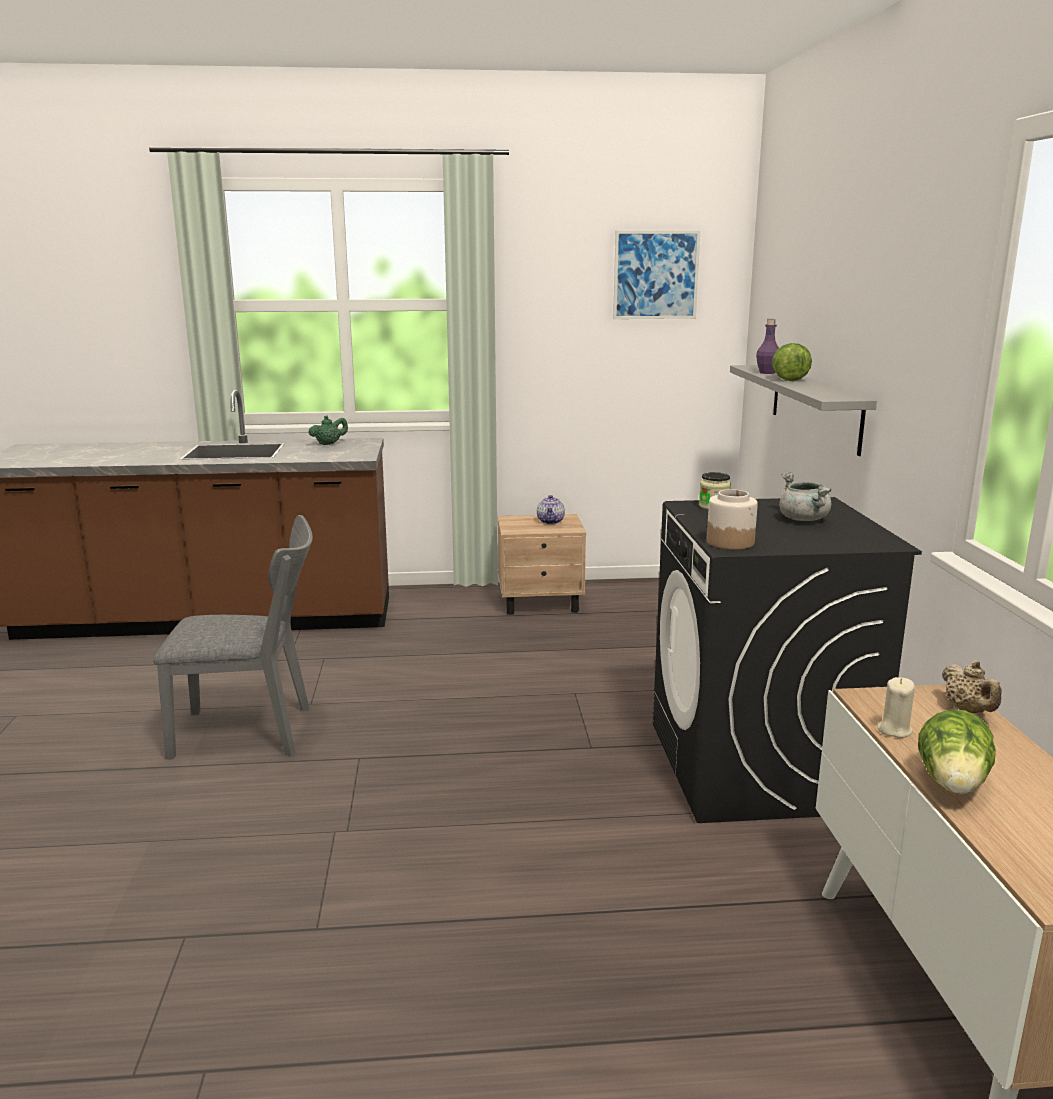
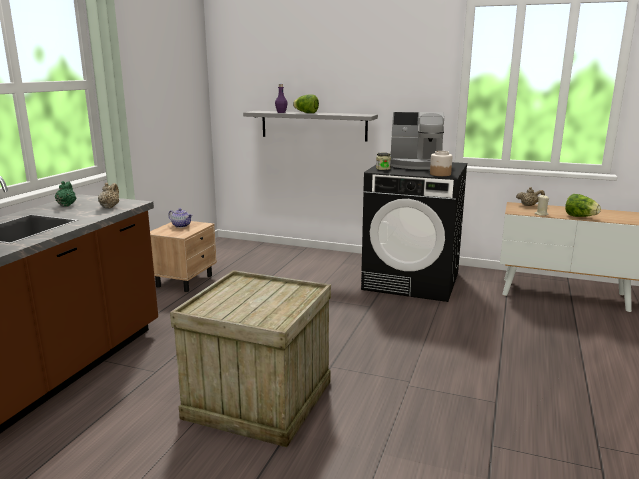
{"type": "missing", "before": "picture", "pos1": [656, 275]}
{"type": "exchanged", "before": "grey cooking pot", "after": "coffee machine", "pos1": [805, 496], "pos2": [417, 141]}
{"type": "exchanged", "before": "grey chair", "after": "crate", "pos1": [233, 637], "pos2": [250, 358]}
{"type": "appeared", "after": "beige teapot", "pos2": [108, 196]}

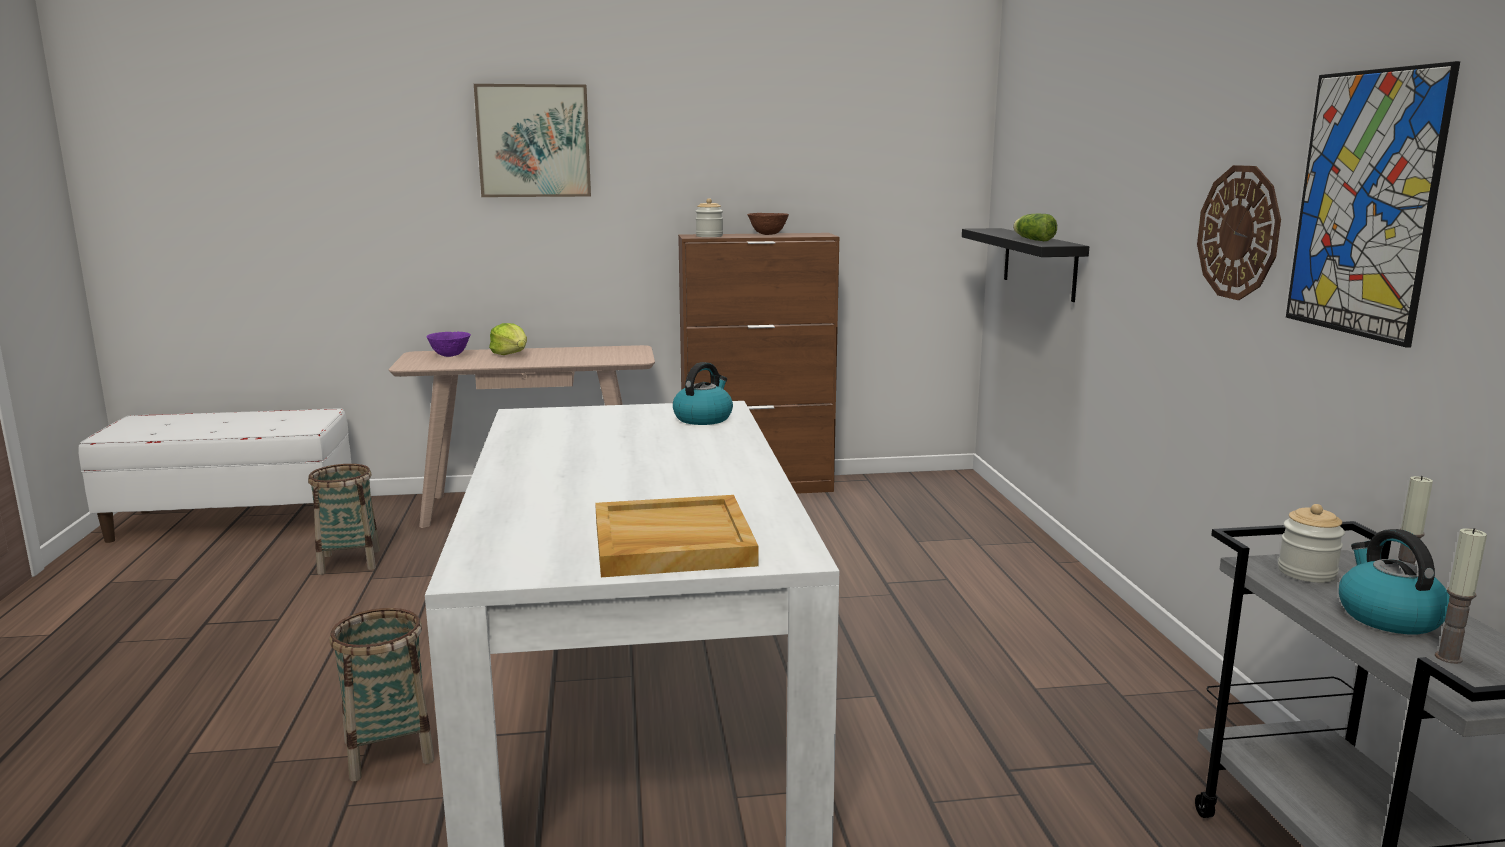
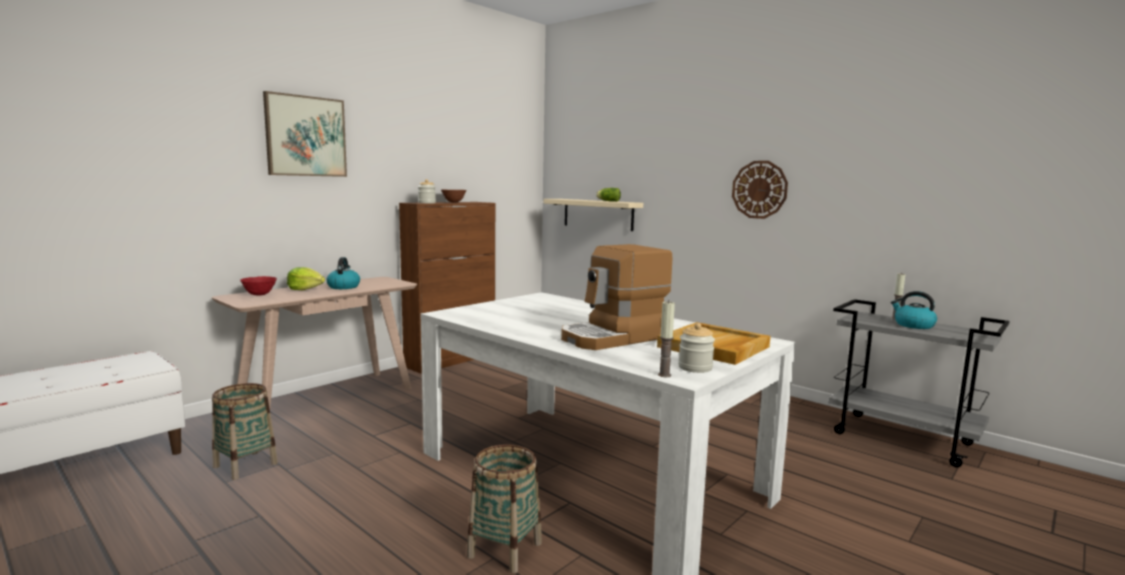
{"type": "missing", "before": "picture", "pos1": [1373, 204]}
{"type": "colour", "before": "black shelf", "after": "beige shelf", "pos1": [1025, 265], "pos2": [593, 215]}
{"type": "colour", "before": "purple bowl", "after": "red bowl", "pos1": [449, 344], "pos2": [258, 286]}
{"type": "relocated", "before": "kettle", "pos1": [703, 393], "pos2": [343, 273]}
{"type": "relocated", "before": "jar", "pos1": [1311, 543], "pos2": [696, 348]}
{"type": "relocated", "before": "candle", "pos1": [1461, 596], "pos2": [666, 339]}
{"type": "appeared", "after": "coffee machine", "pos2": [616, 297]}

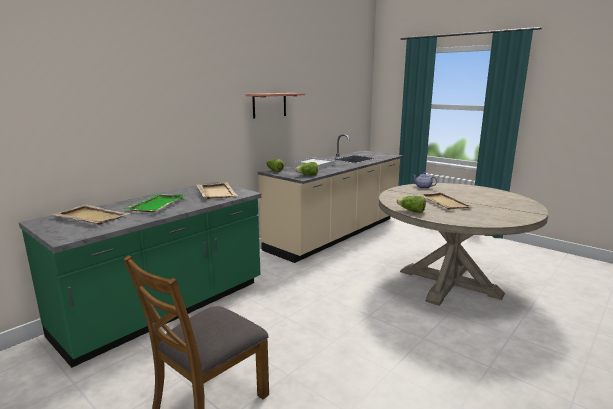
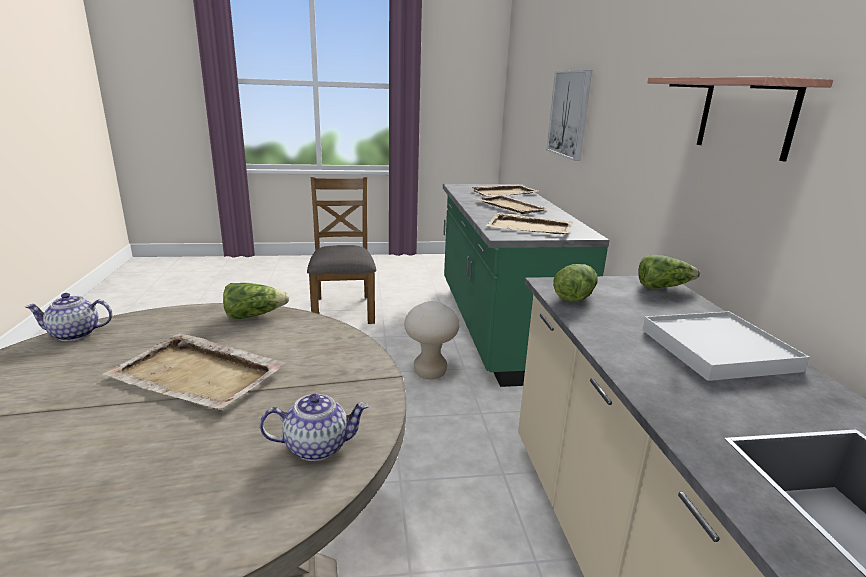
{"type": "colour", "before": "green tray", "after": "beige tray", "pos1": [154, 203], "pos2": [513, 204]}
{"type": "appeared", "after": "picture", "pos2": [569, 115]}
{"type": "appeared", "after": "teapot", "pos2": [68, 317]}
{"type": "appeared", "after": "beige stool", "pos2": [432, 340]}

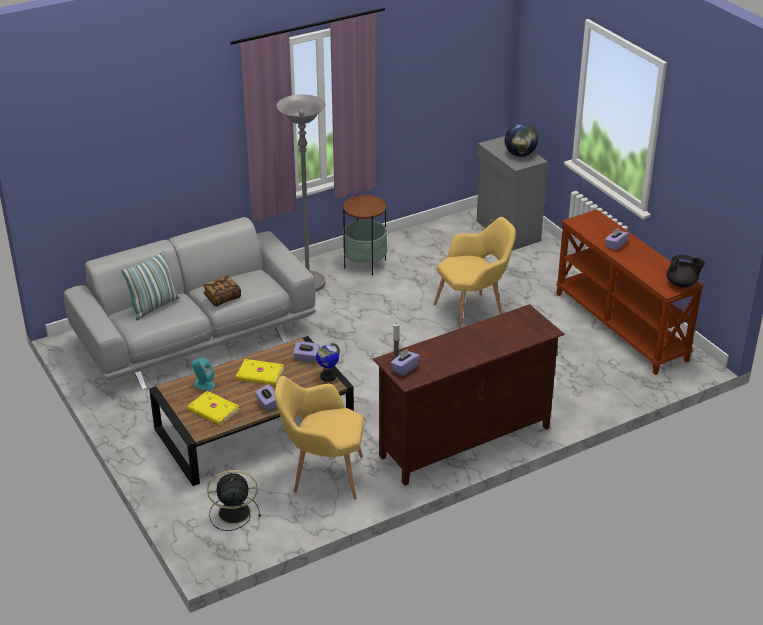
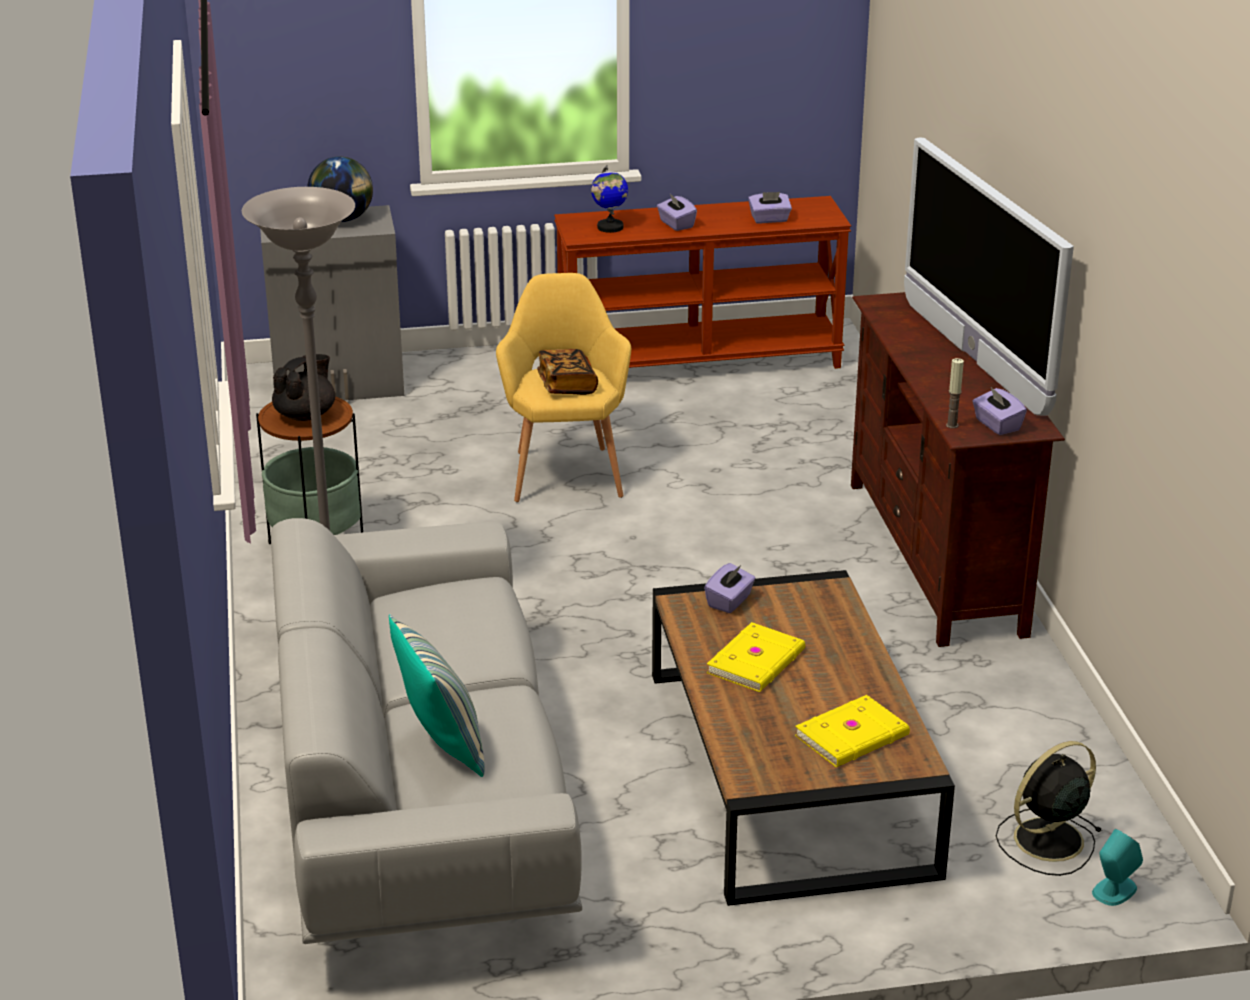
{"type": "relocated", "before": "black teapot", "pos1": [685, 271], "pos2": [303, 387]}
{"type": "relocated", "before": "book", "pos1": [222, 291], "pos2": [567, 372]}
{"type": "relocated", "before": "globe", "pos1": [328, 362], "pos2": [609, 199]}
{"type": "relocated", "before": "turquoise speaker", "pos1": [203, 374], "pos2": [1117, 867]}
{"type": "missing", "before": "yellow armchair", "pos1": [319, 438]}
{"type": "relocated", "before": "purple tissue box", "pos1": [266, 397], "pos2": [770, 207]}
{"type": "spun", "before": "black fan", "pos1": [234, 500], "pos2": [1049, 808], "turn": 45}
{"type": "appeared", "after": "television", "pos2": [989, 277]}

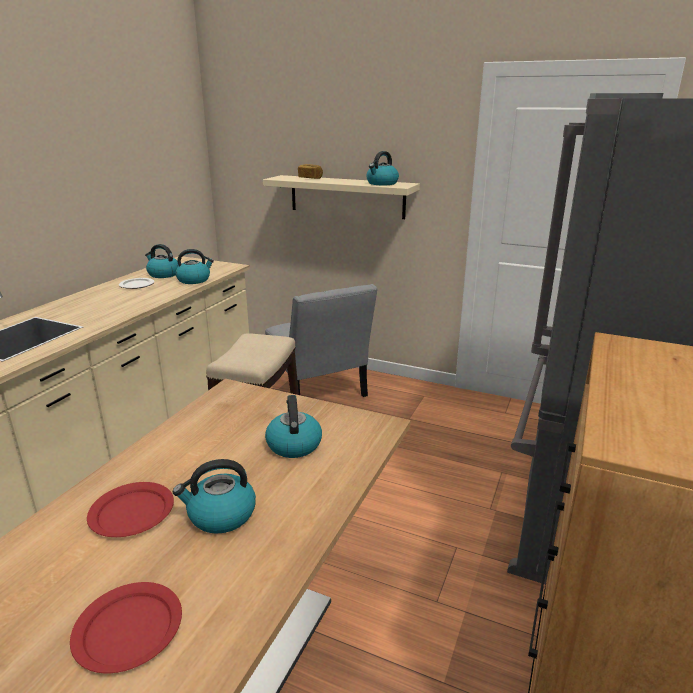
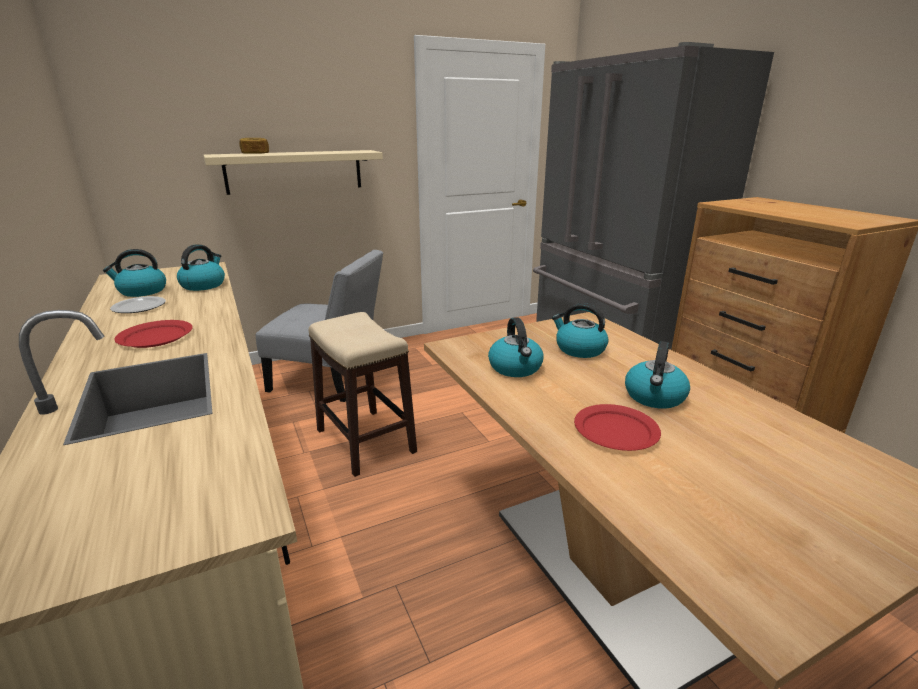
{"type": "relocated", "before": "kettle", "pos1": [382, 168], "pos2": [516, 347]}
{"type": "relocated", "before": "red plate", "pos1": [126, 627], "pos2": [153, 334]}

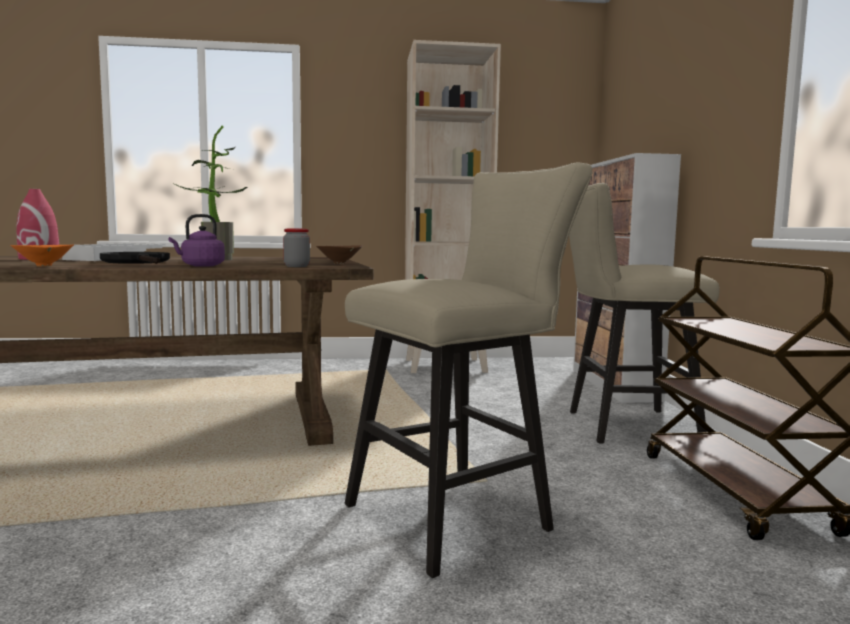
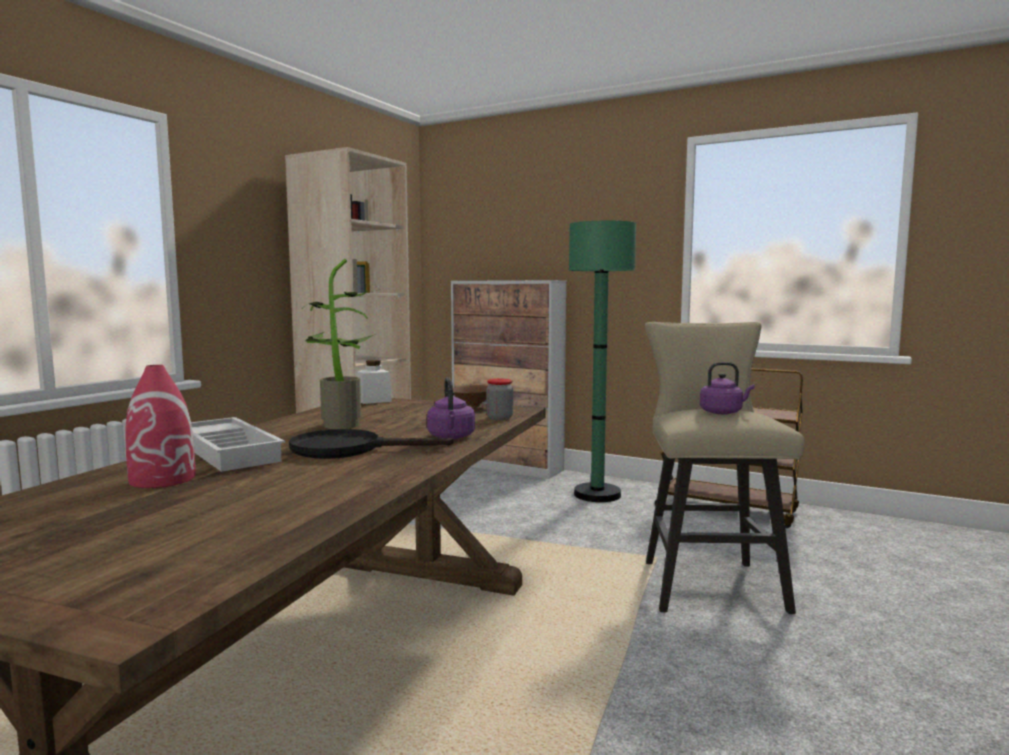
{"type": "exchanged", "before": "beige stool", "after": "green floor lamp", "pos1": [644, 313], "pos2": [602, 361]}
{"type": "missing", "before": "orange bowl", "pos1": [42, 255]}
{"type": "appeared", "after": "white jar", "pos2": [375, 382]}
{"type": "appeared", "after": "purple kettle", "pos2": [727, 388]}

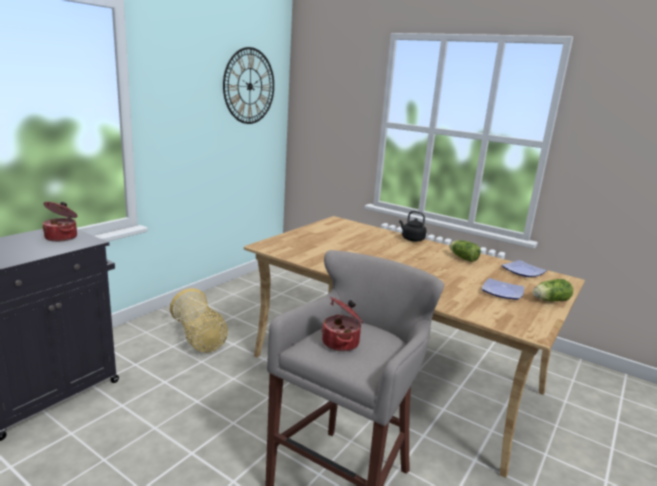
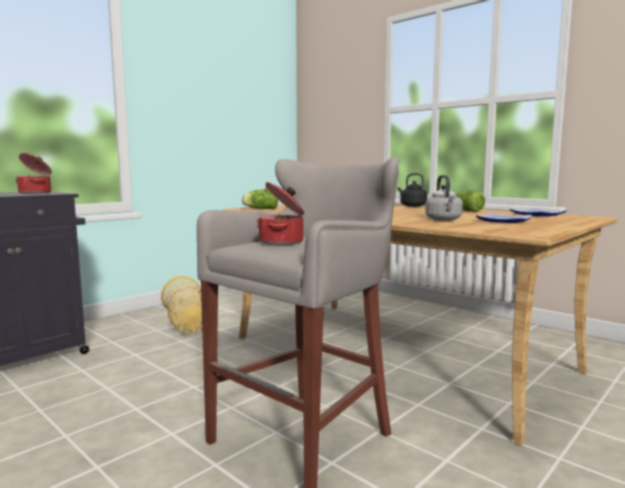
{"type": "missing", "before": "wall clock", "pos1": [248, 85]}
{"type": "relocated", "before": "lettuce", "pos1": [553, 290], "pos2": [260, 199]}
{"type": "appeared", "after": "grey kettle", "pos2": [444, 198]}

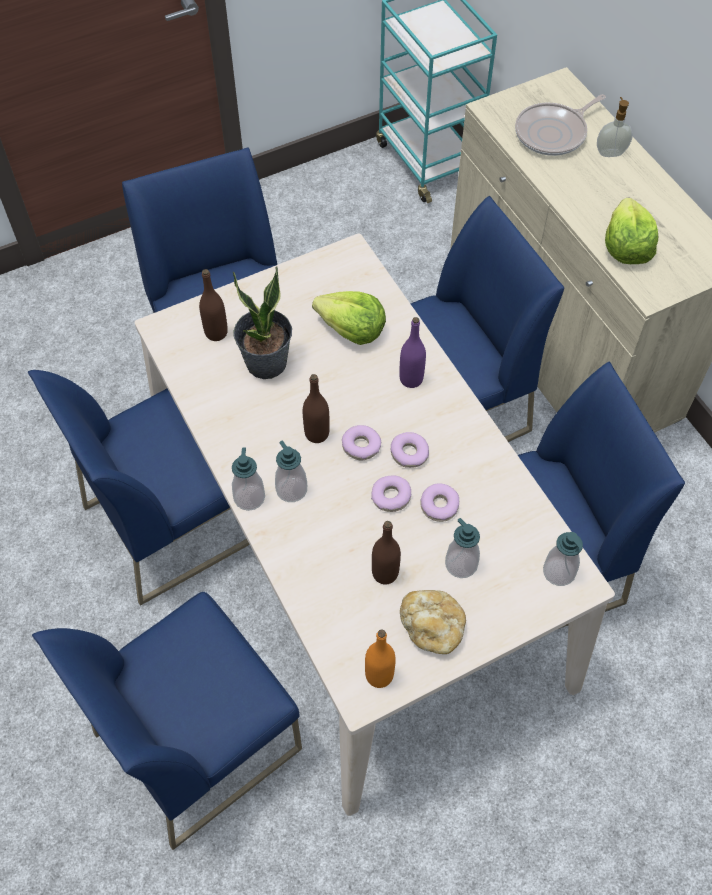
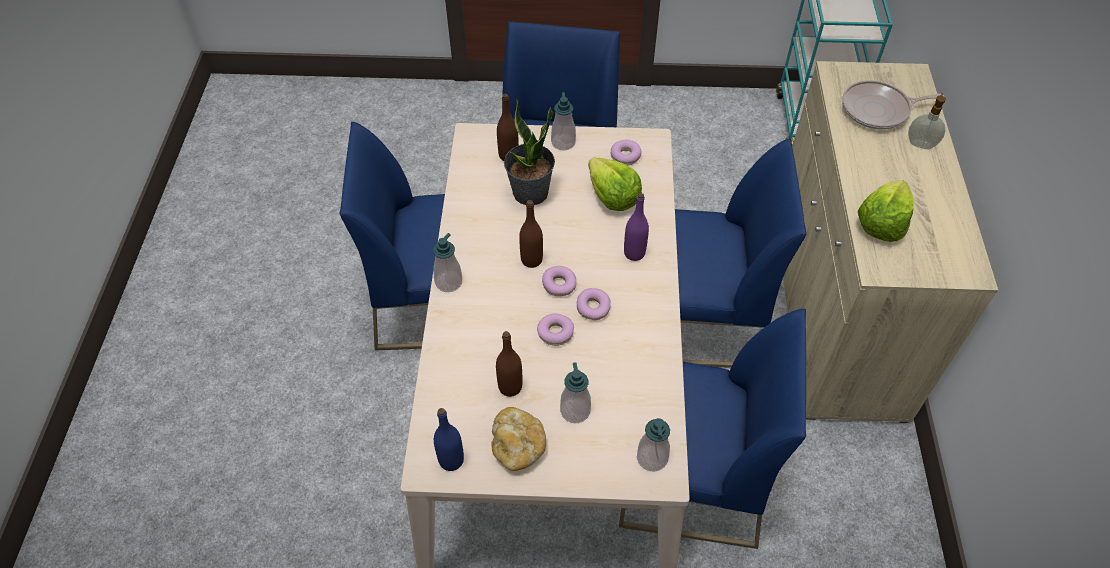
{"type": "relocated", "before": "soap dispenser", "pos1": [291, 471], "pos2": [563, 121]}
{"type": "relocated", "before": "donut", "pos1": [439, 502], "pos2": [626, 152]}
{"type": "missing", "before": "blue chair", "pos1": [167, 721]}
{"type": "colour", "before": "orange bottle", "after": "blue bottle", "pos1": [380, 658], "pos2": [449, 439]}

